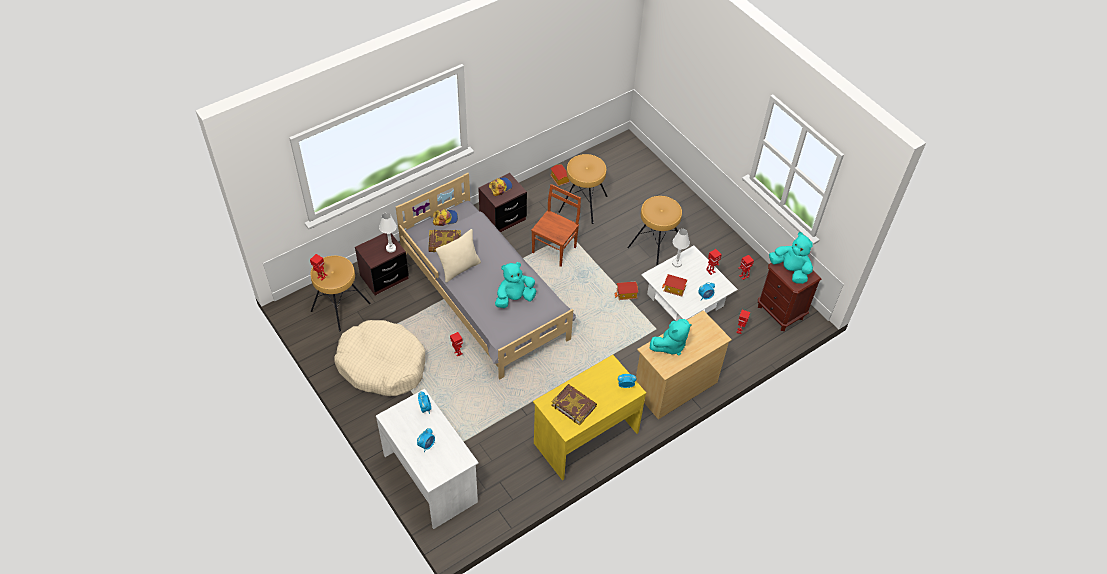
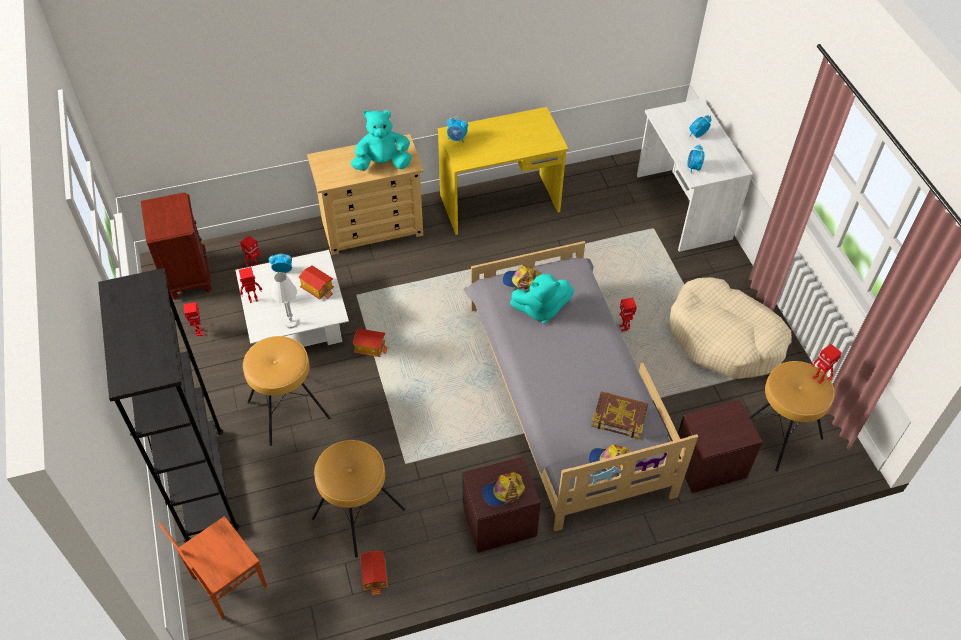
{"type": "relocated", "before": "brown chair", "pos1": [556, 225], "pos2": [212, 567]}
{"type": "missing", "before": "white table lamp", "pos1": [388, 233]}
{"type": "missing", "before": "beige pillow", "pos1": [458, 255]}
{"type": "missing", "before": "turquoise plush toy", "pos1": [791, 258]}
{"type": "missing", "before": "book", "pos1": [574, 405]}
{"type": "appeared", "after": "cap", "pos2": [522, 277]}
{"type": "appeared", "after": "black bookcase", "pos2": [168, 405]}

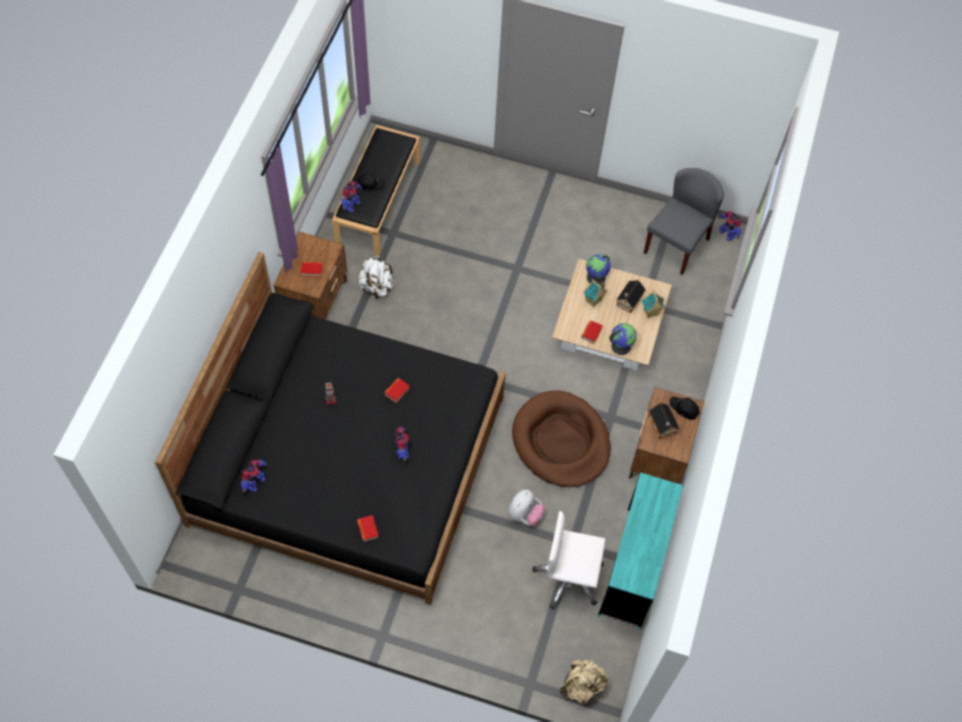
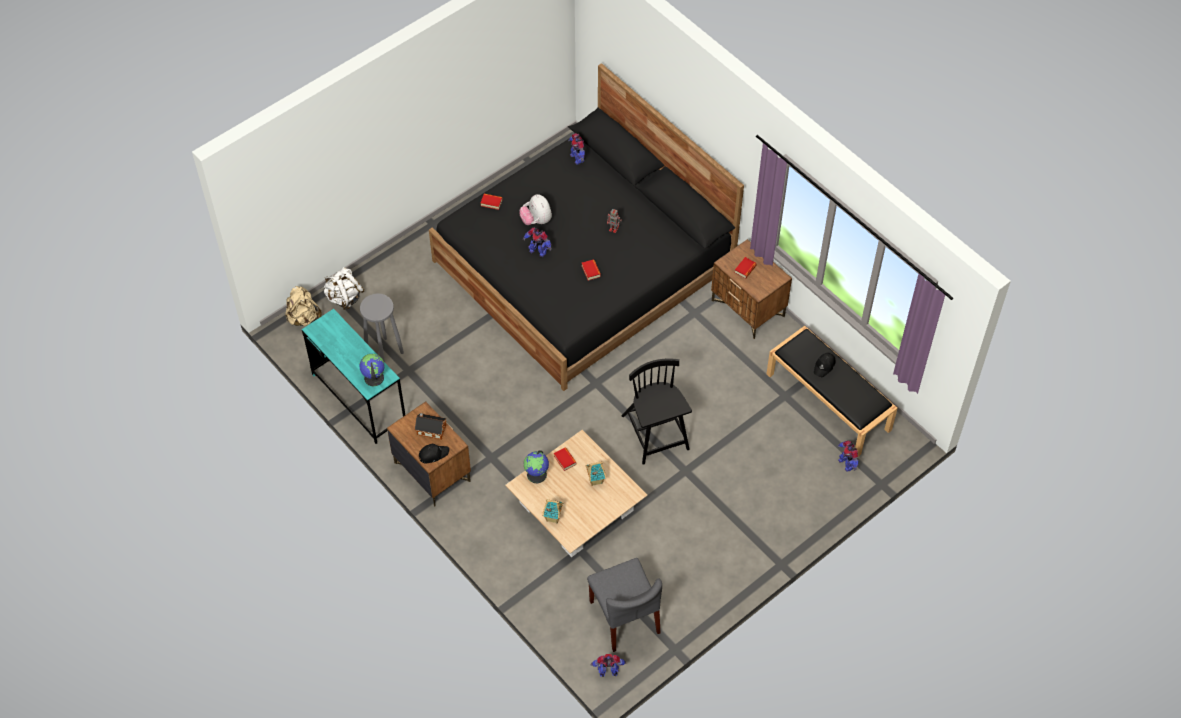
{"type": "relocated", "before": "toy robot", "pos1": [352, 197], "pos2": [848, 456]}
{"type": "relocated", "before": "globe", "pos1": [598, 269], "pos2": [372, 370]}
{"type": "relocated", "before": "white backpack", "pos1": [376, 277], "pos2": [343, 288]}
{"type": "missing", "before": "toy house", "pos1": [631, 296]}
{"type": "missing", "before": "brown dog bed", "pos1": [561, 438]}
{"type": "relocated", "before": "plush toy", "pos1": [526, 507], "pos2": [535, 209]}
{"type": "exchanged", "before": "white office chair", "after": "grey stool", "pos1": [569, 560], "pos2": [382, 327]}
{"type": "appeared", "after": "black chair", "pos2": [657, 412]}

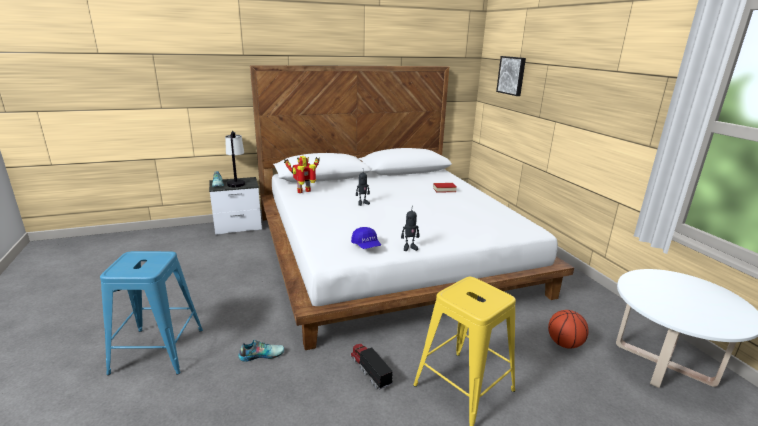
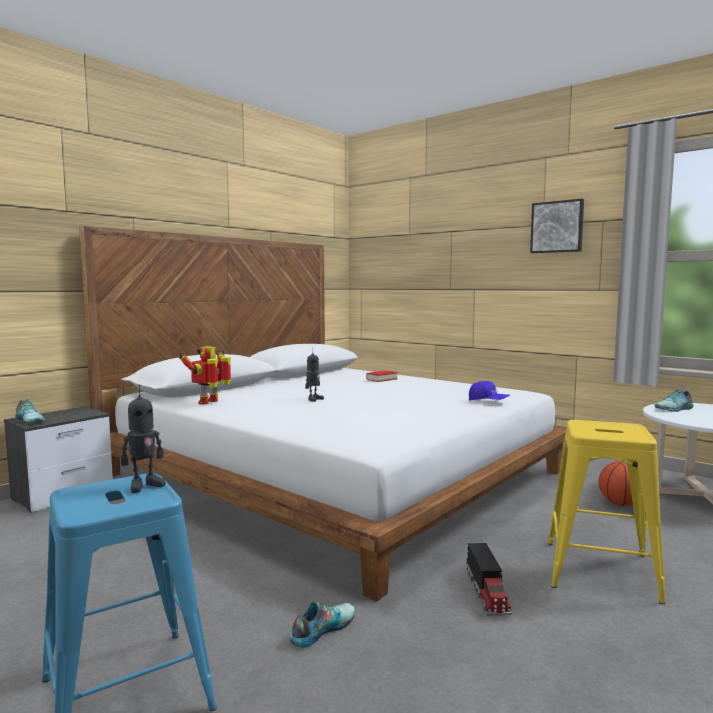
{"type": "relocated", "before": "picture", "pos1": [511, 76], "pos2": [557, 226]}
{"type": "missing", "before": "table lamp", "pos1": [235, 159]}
{"type": "relocated", "before": "toy robot", "pos1": [410, 230], "pos2": [143, 439]}
{"type": "relocated", "before": "blue cap", "pos1": [366, 238], "pos2": [489, 391]}
{"type": "spun", "before": "toy truck", "pos1": [371, 367], "pos2": [489, 579], "turn": -120}
{"type": "appeared", "after": "shoe", "pos2": [674, 400]}

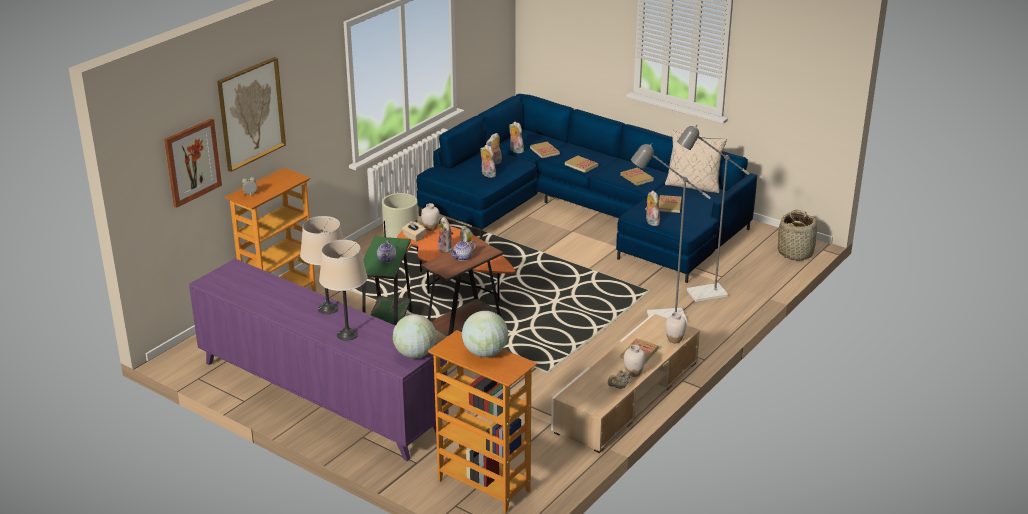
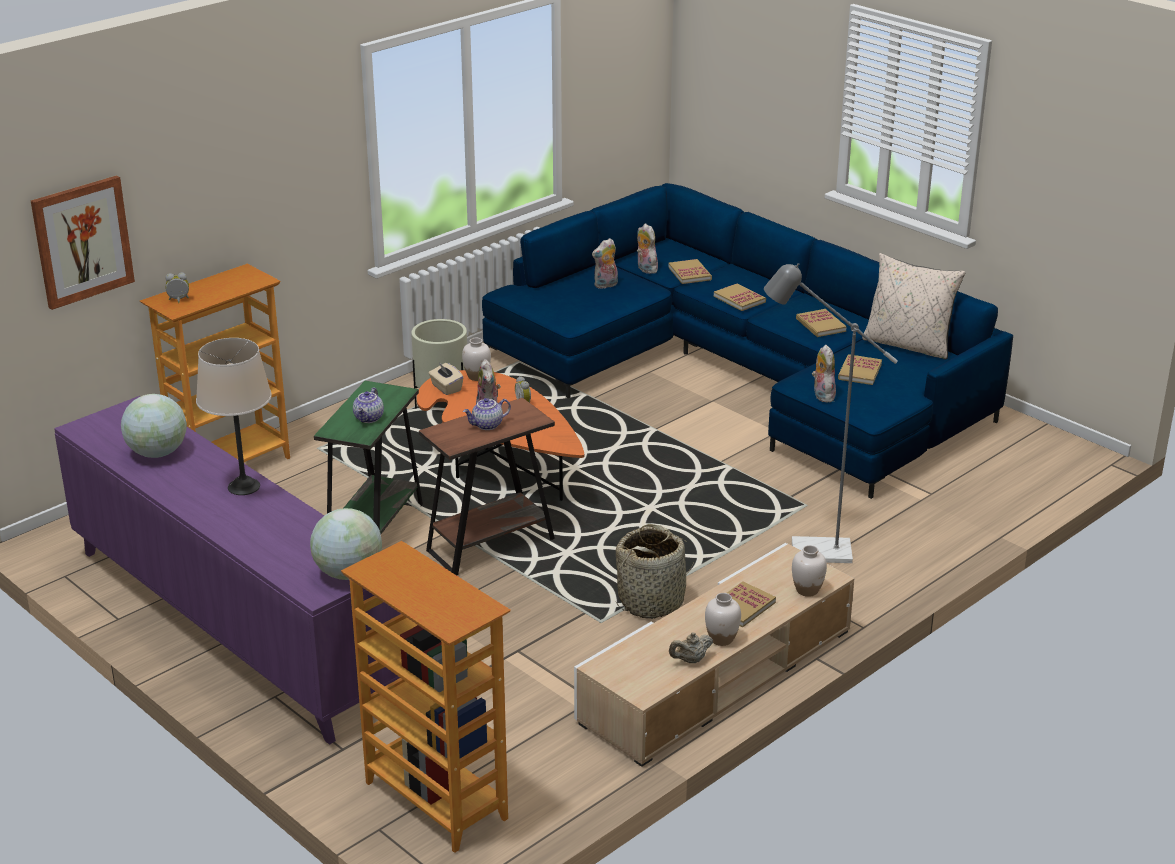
{"type": "missing", "before": "picture", "pos1": [251, 114]}
{"type": "missing", "before": "grey floor lamp", "pos1": [713, 213]}
{"type": "missing", "before": "plush toy", "pos1": [488, 161]}
{"type": "relocated", "before": "basket", "pos1": [797, 235], "pos2": [655, 571]}
{"type": "missing", "before": "beige table lamp", "pos1": [343, 290]}
{"type": "relocated", "before": "globe", "pos1": [485, 334], "pos2": [154, 426]}

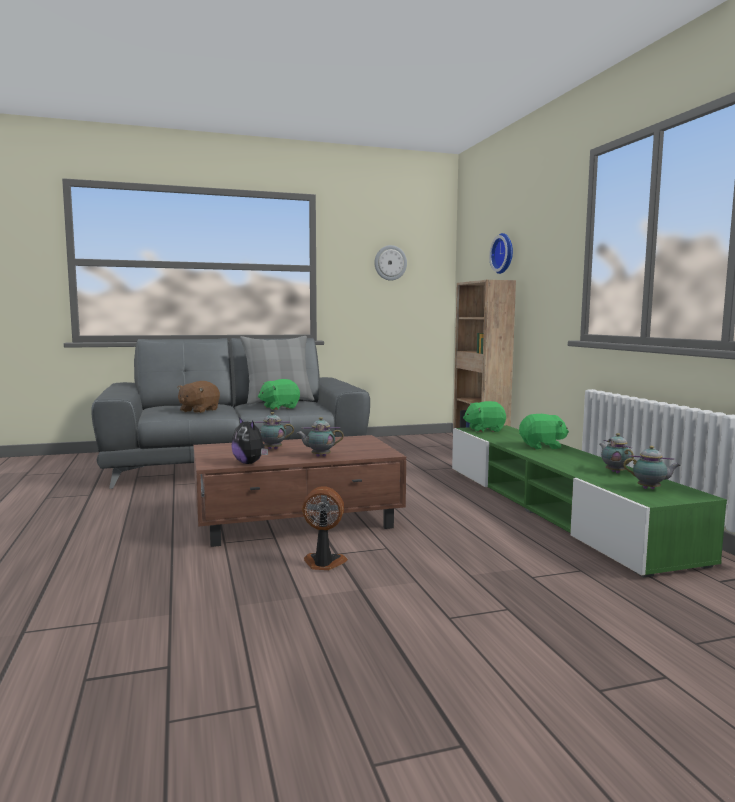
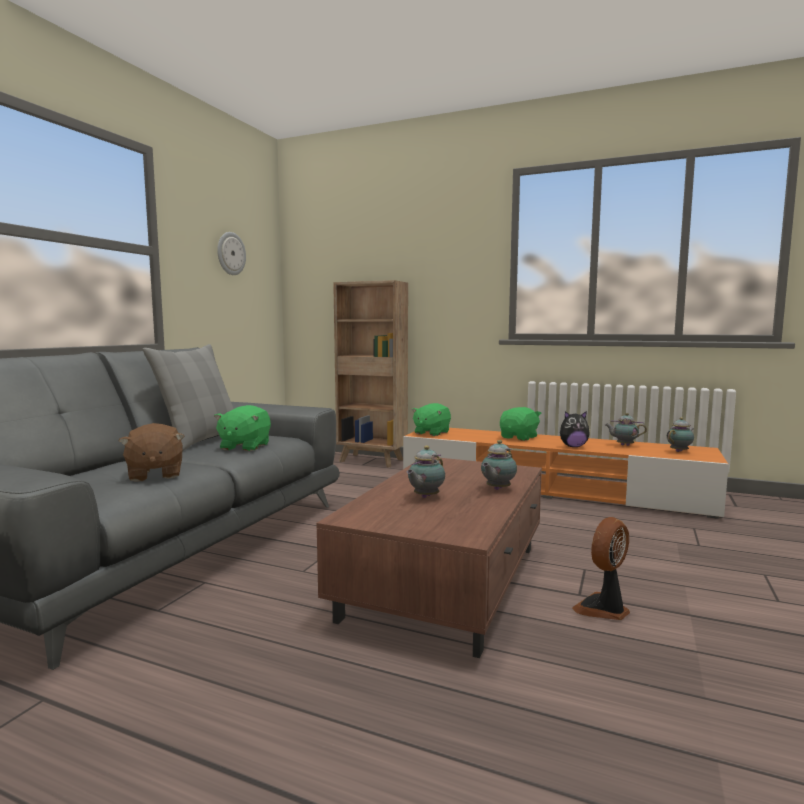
{"type": "missing", "before": "wall clock", "pos1": [501, 253]}
{"type": "relocated", "before": "plush toy", "pos1": [249, 440], "pos2": [575, 429]}
{"type": "colour", "before": "green tv stand", "after": "orange tv stand", "pos1": [589, 501], "pos2": [566, 473]}

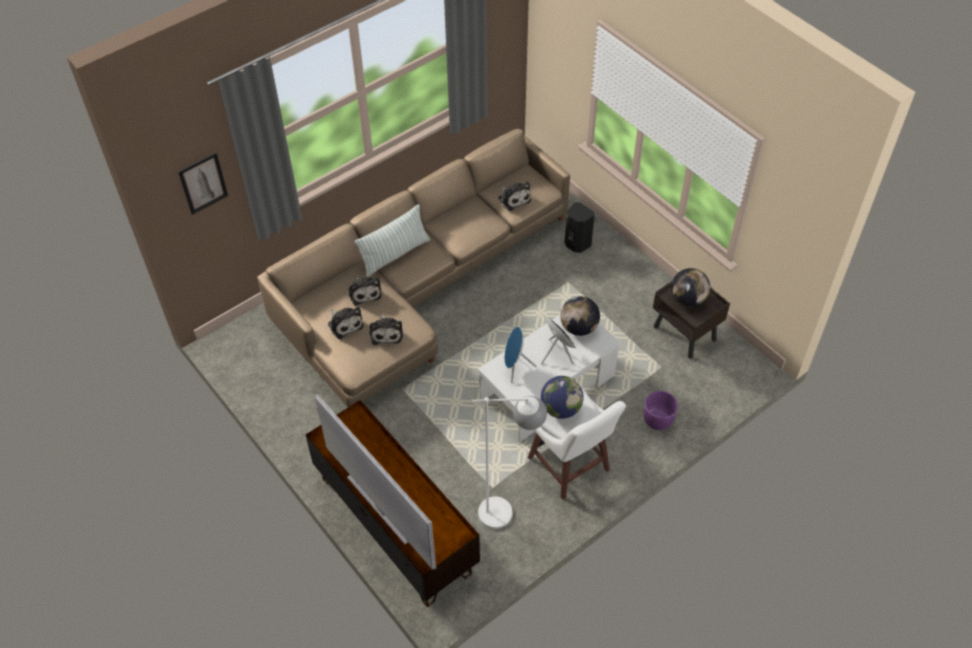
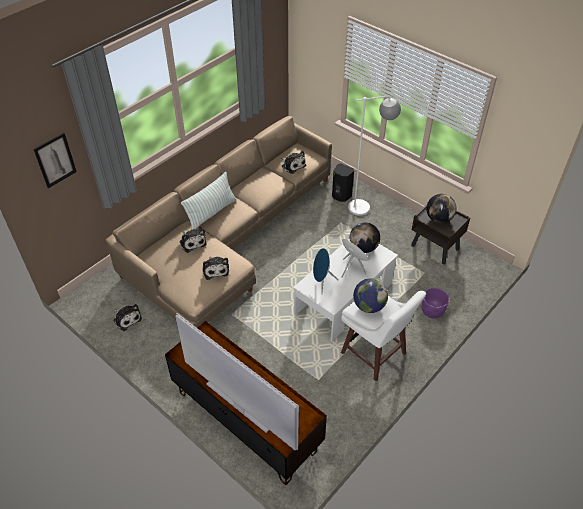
{"type": "relocated", "before": "plush toy", "pos1": [345, 323], "pos2": [128, 317]}
{"type": "relocated", "before": "white floor lamp", "pos1": [509, 462], "pos2": [374, 155]}

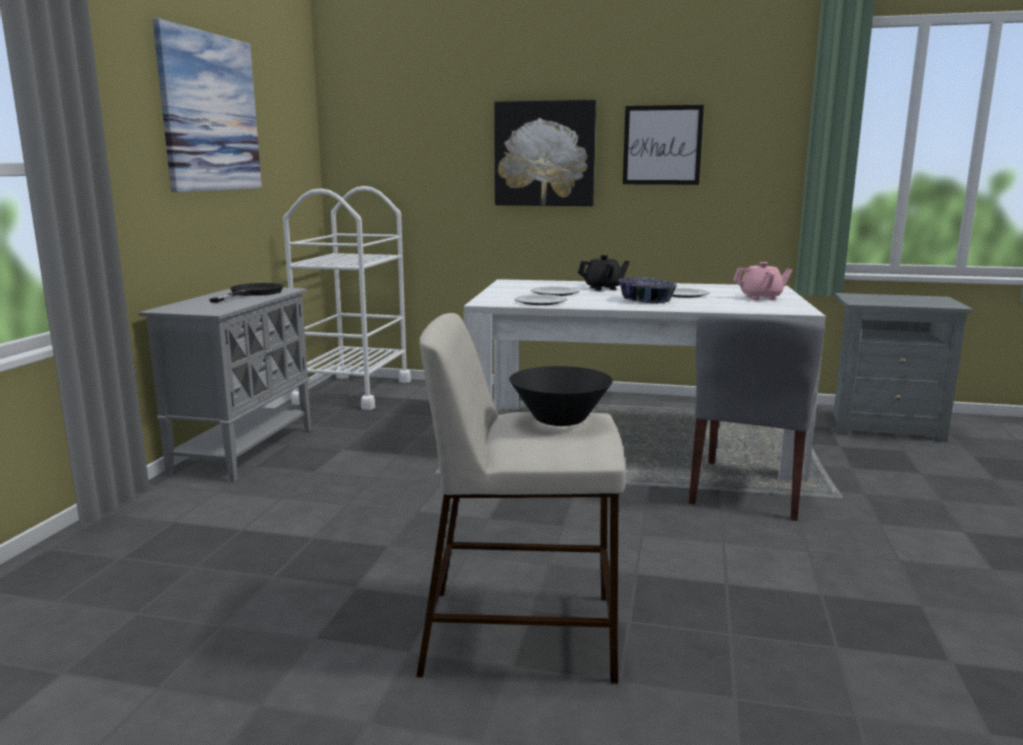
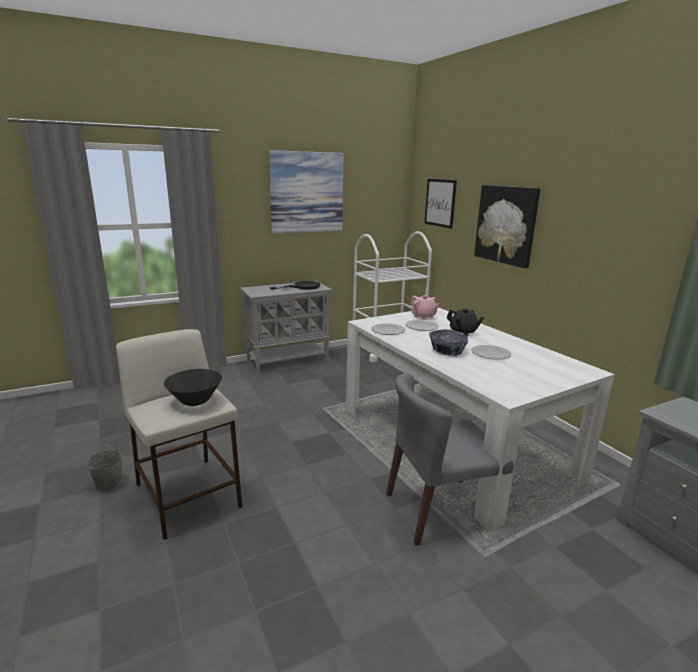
{"type": "relocated", "before": "picture", "pos1": [663, 145], "pos2": [440, 204]}
{"type": "relocated", "before": "pink teapot", "pos1": [763, 281], "pos2": [425, 307]}
{"type": "appeared", "after": "grey bucket", "pos2": [104, 465]}

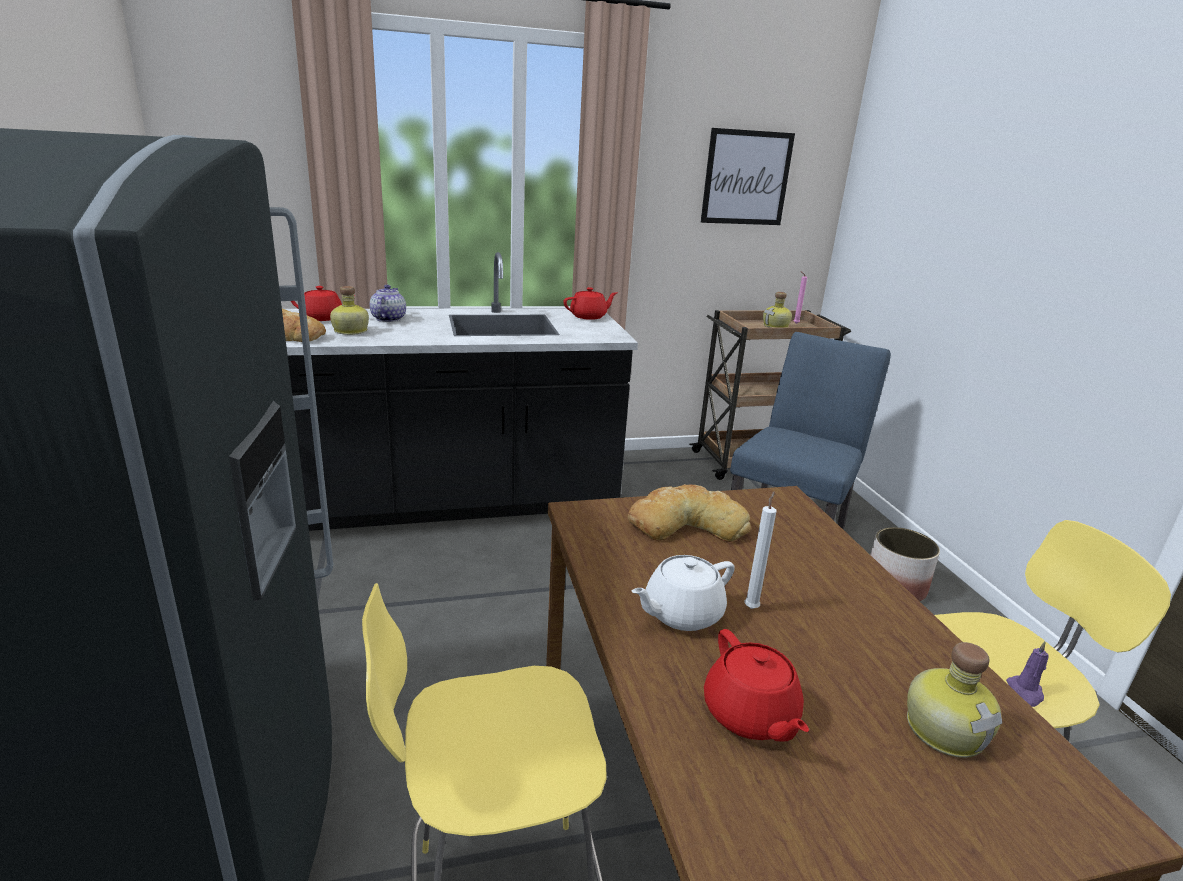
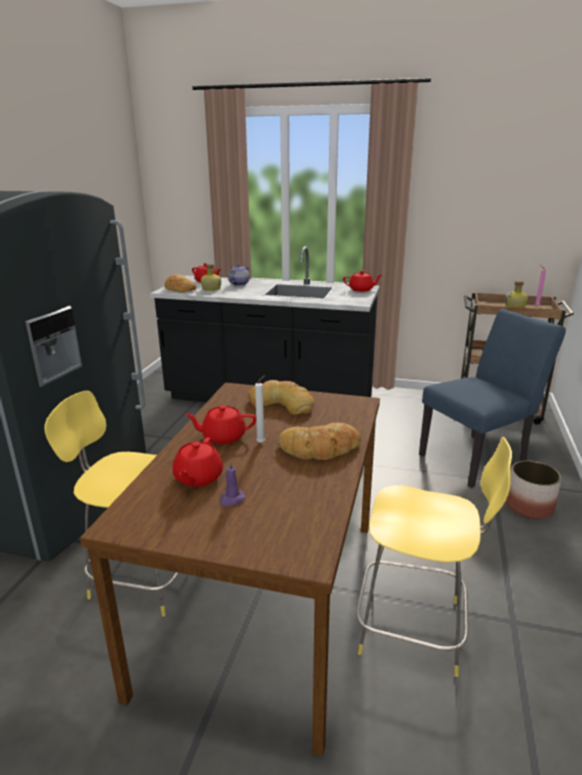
{"type": "missing", "before": "picture", "pos1": [748, 176]}
{"type": "colour", "before": "white teapot", "after": "red teapot", "pos1": [683, 593], "pos2": [220, 424]}
{"type": "relocated", "before": "purple candle", "pos1": [1027, 674], "pos2": [232, 483]}
{"type": "missing", "before": "bottle", "pos1": [954, 700]}
{"type": "appeared", "after": "bread", "pos2": [319, 441]}

